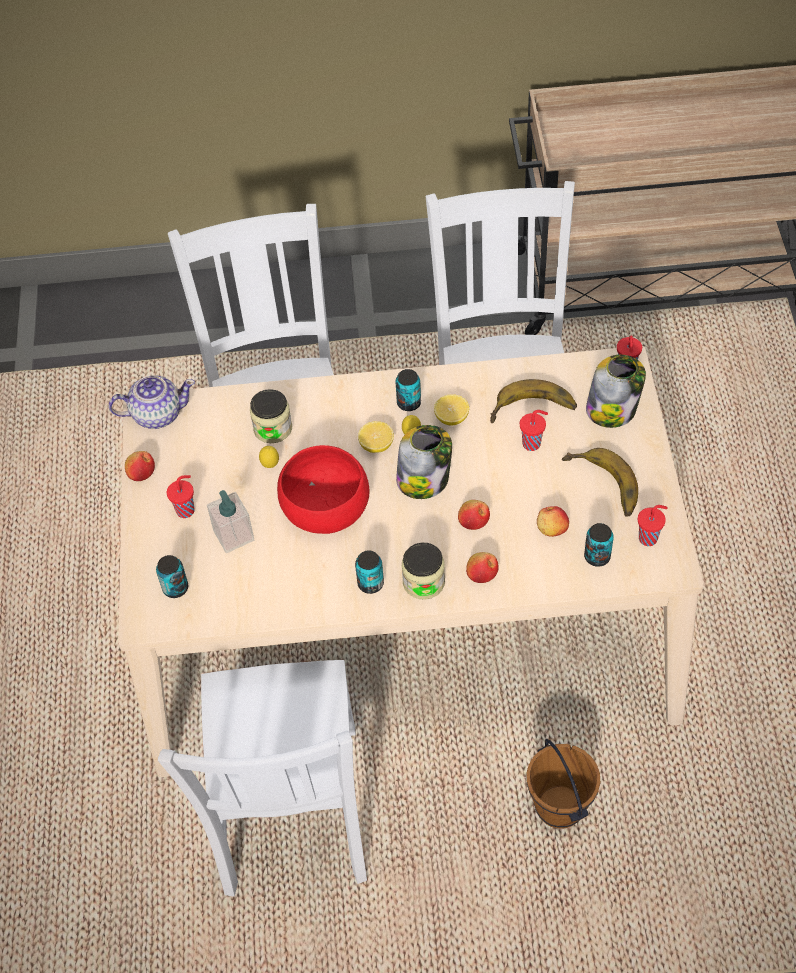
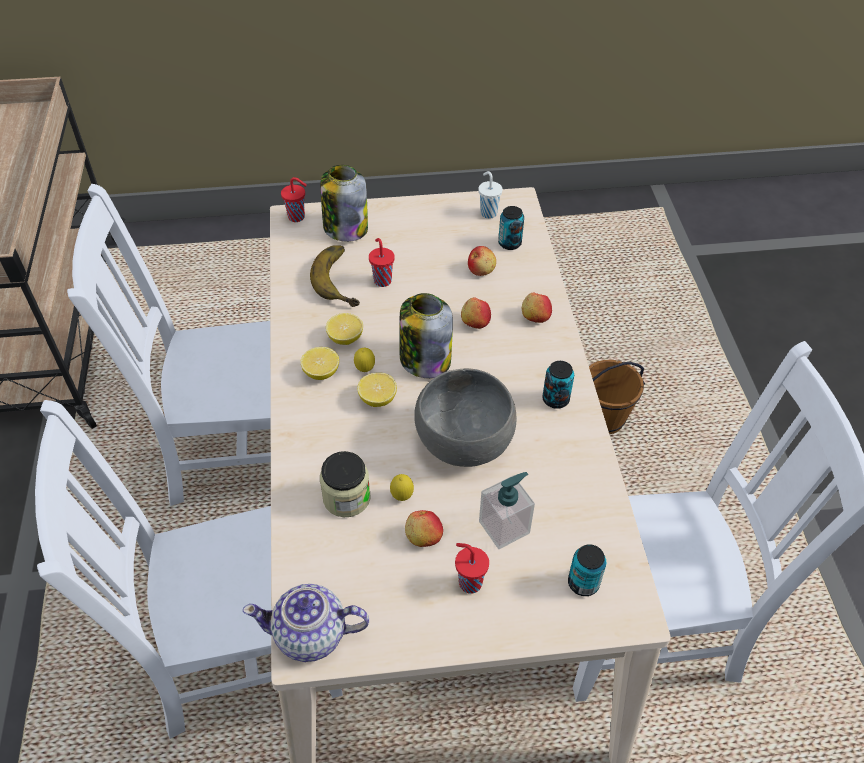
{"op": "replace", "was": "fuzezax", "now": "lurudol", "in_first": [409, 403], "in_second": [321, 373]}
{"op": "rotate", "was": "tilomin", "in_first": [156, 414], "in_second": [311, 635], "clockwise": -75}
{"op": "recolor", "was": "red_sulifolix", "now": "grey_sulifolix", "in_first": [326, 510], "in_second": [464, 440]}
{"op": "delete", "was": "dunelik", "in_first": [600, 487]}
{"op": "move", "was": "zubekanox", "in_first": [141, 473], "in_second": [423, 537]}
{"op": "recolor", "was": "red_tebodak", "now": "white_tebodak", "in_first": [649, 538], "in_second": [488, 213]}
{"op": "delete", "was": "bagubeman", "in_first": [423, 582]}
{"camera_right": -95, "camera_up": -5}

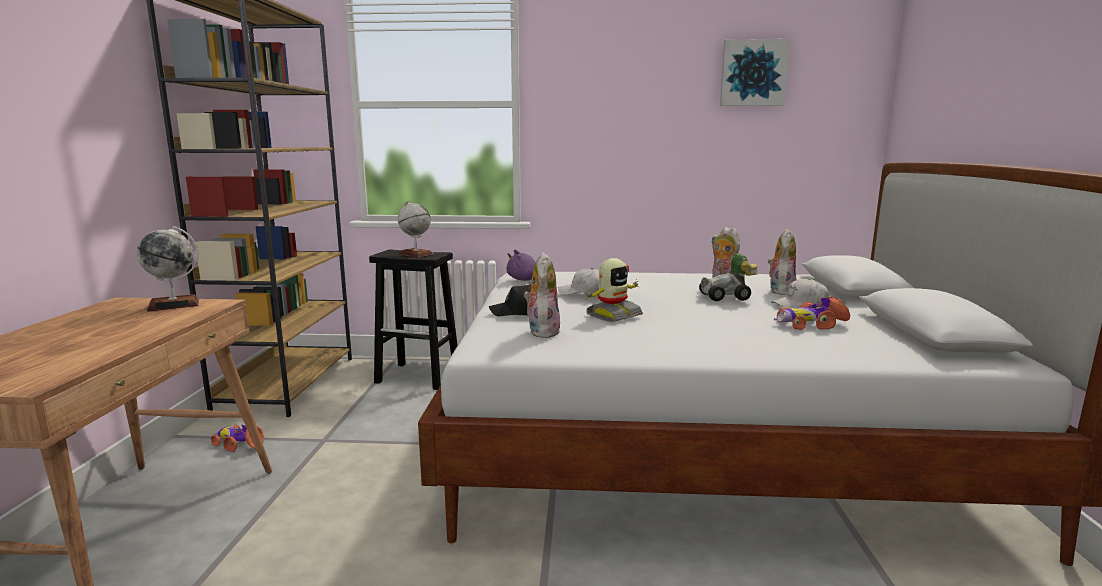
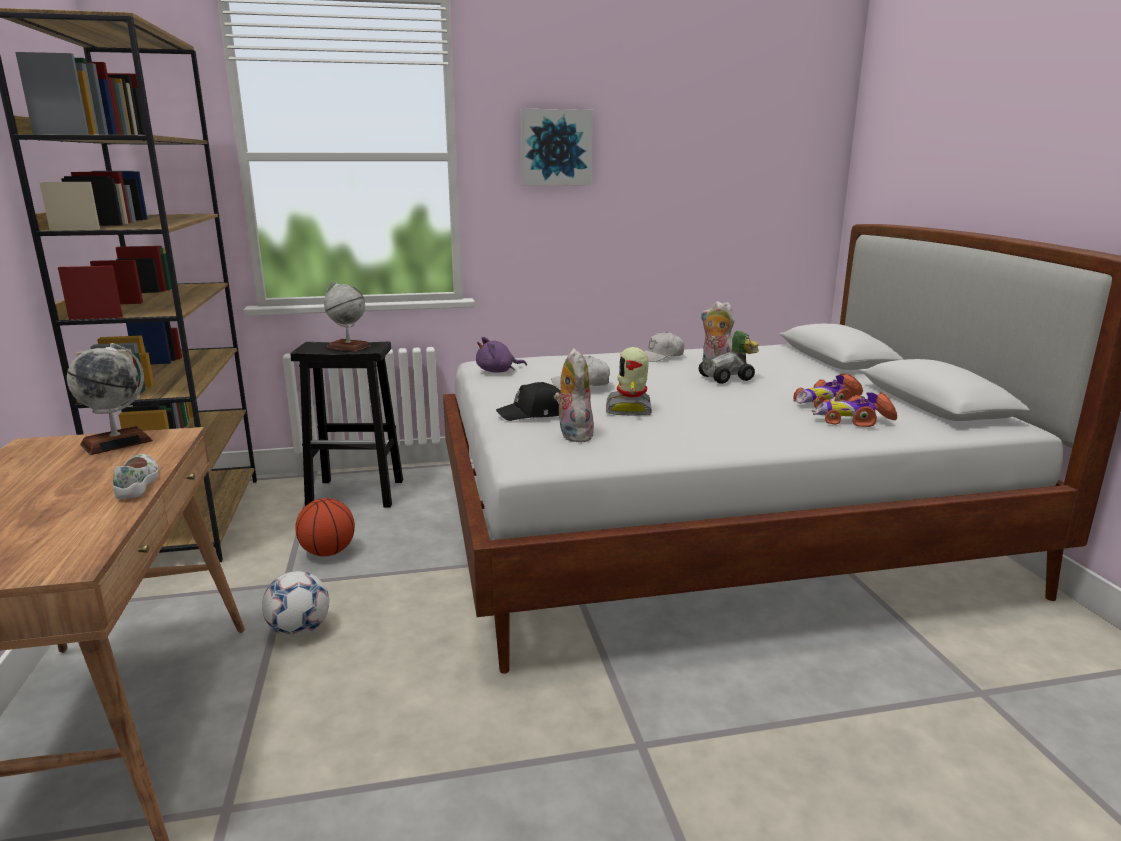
{"op": "move", "was": "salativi", "in_first": [753, 73], "in_second": [555, 147]}
{"op": "delete", "was": "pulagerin", "in_first": [780, 291]}
{"op": "rotate", "was": "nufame", "in_first": [613, 315], "in_second": [630, 408], "clockwise": 150}
{"op": "move", "was": "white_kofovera", "in_first": [800, 305], "in_second": [660, 357]}
{"op": "move", "was": "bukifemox", "in_first": [239, 443], "in_second": [852, 420]}
{"op": "insert", "now": "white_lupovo", "in_second": [138, 483]}
{"op": "insert", "now": "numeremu", "in_second": [328, 552]}
{"op": "insert", "now": "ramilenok", "in_second": [299, 630]}
{"camera_right": -15, "camera_up": 5}

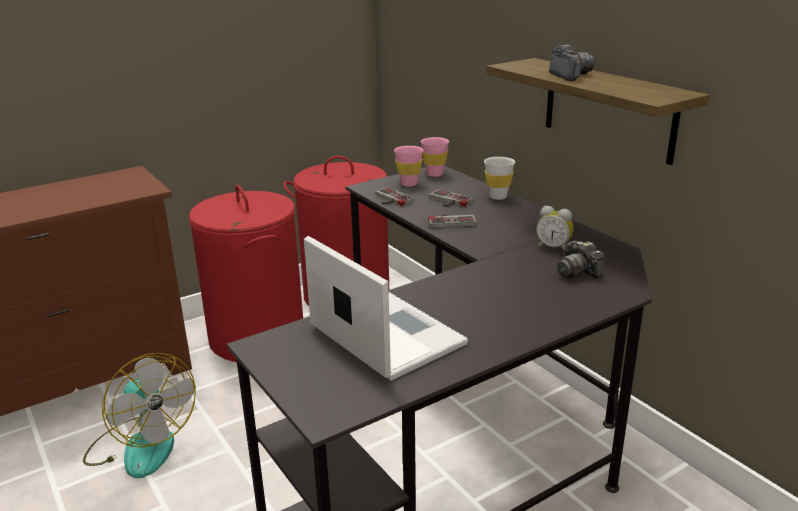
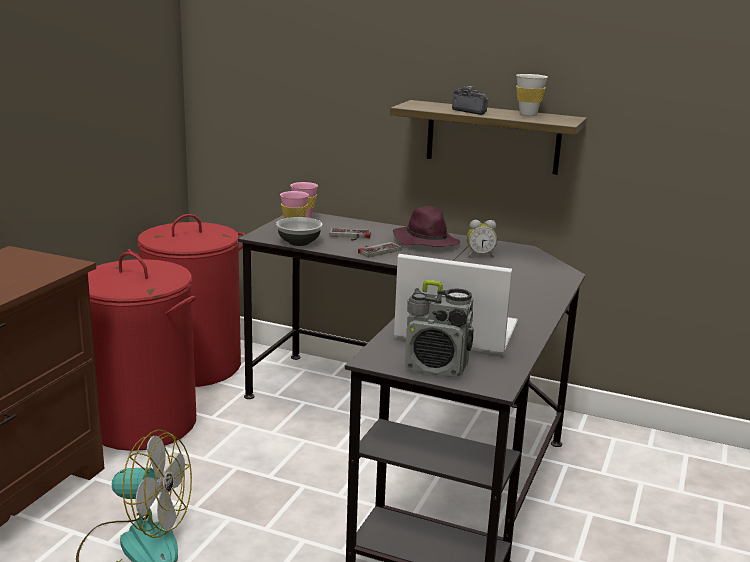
{"op": "move", "was": "white_tebodak", "in_first": [498, 197], "in_second": [528, 114]}
{"op": "replace", "was": "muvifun", "now": "sulifolix", "in_first": [390, 199], "in_second": [298, 242]}
{"op": "delete", "was": "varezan", "in_first": [577, 272]}
{"op": "insert", "now": "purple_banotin", "in_second": [425, 241]}
{"op": "insert", "now": "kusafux", "in_second": [436, 367]}
{"camera_right": -35, "camera_up": -5}

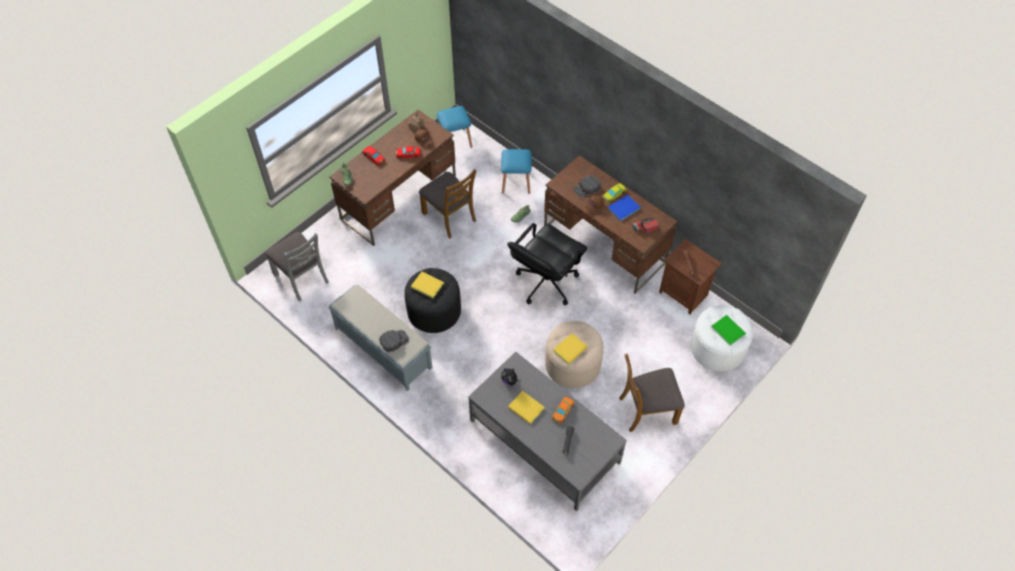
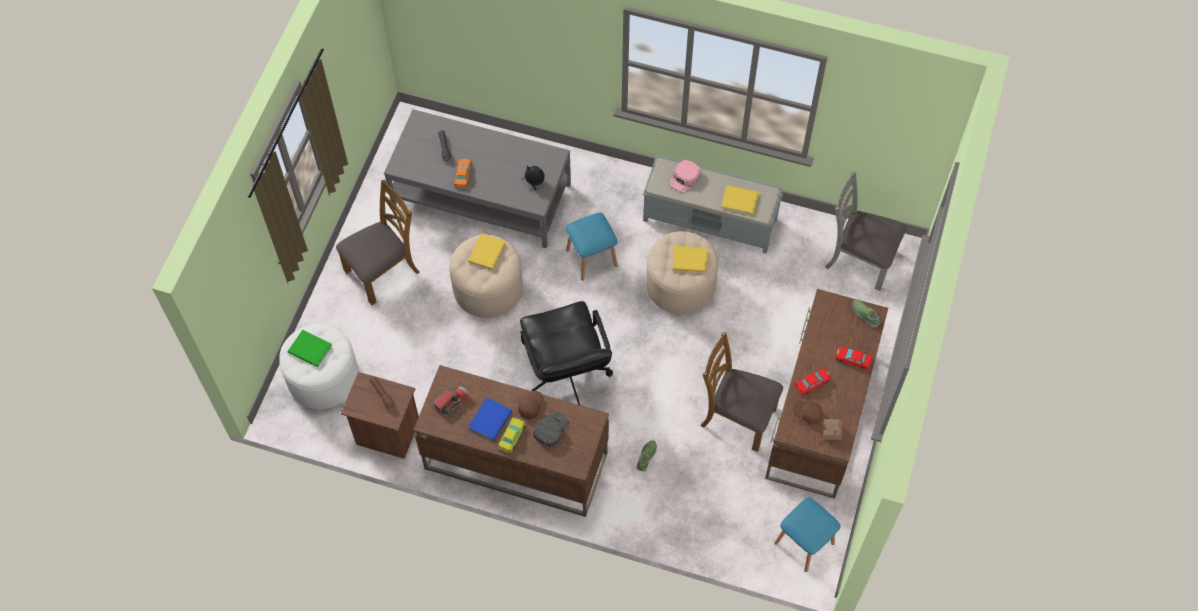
{"op": "move", "was": "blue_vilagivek", "in_first": [516, 182], "in_second": [591, 258]}
{"op": "rotate", "was": "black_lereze", "in_first": [545, 282], "in_second": [567, 376], "clockwise": 150}
{"op": "recolor", "was": "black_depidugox", "now": "beige_depidugox", "in_first": [434, 310], "in_second": [680, 285]}
{"op": "recolor", "was": "black_kofovera", "now": "pink_kofovera", "in_first": [394, 340], "in_second": [684, 178]}
{"op": "move", "was": "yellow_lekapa", "in_first": [526, 409], "in_second": [738, 199]}
{"camera_right": 155, "camera_up": 5}

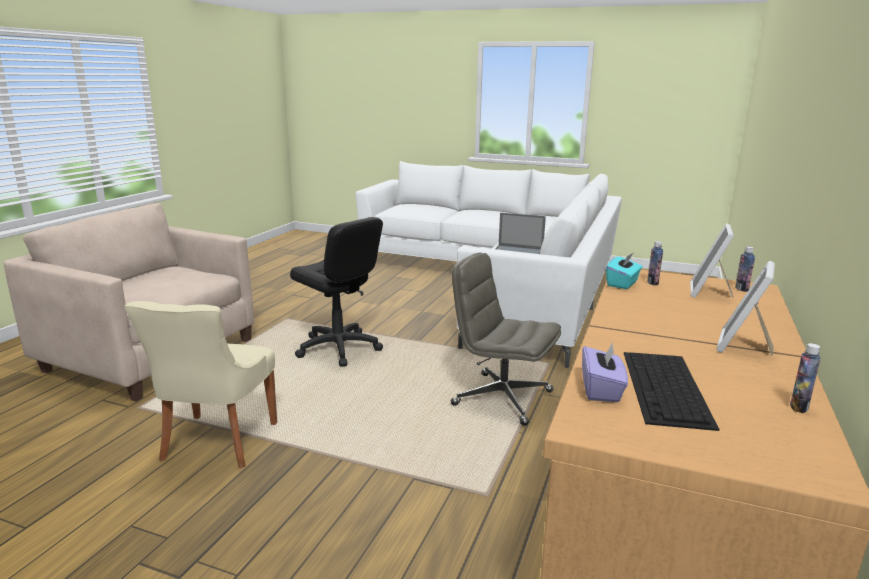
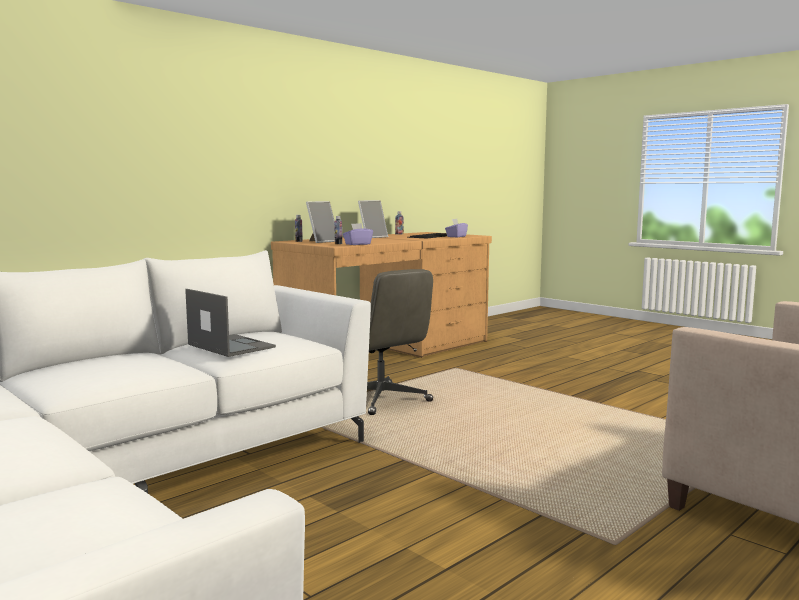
{"op": "delete", "was": "black_lereze", "in_first": [338, 348]}
{"op": "recolor", "was": "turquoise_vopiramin", "now": "purple_vopiramin", "in_first": [622, 284], "in_second": [357, 244]}
{"op": "delete", "was": "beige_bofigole", "in_first": [217, 443]}
{"camera_right": -155, "camera_up": -10}

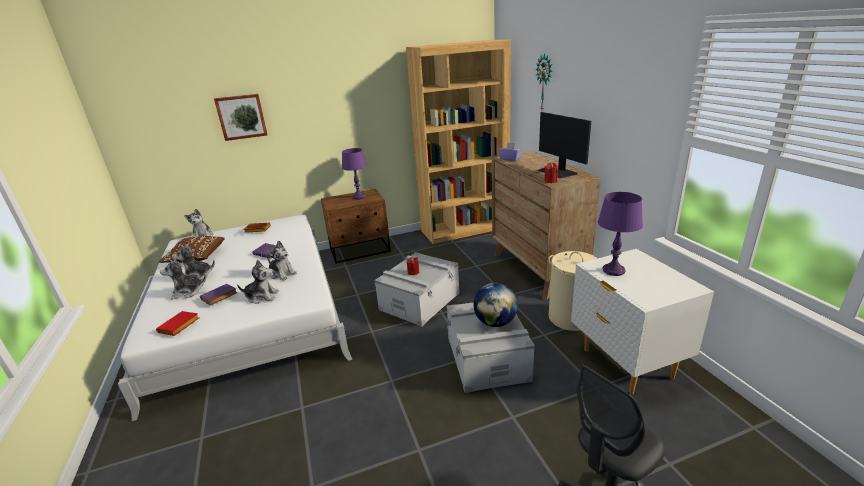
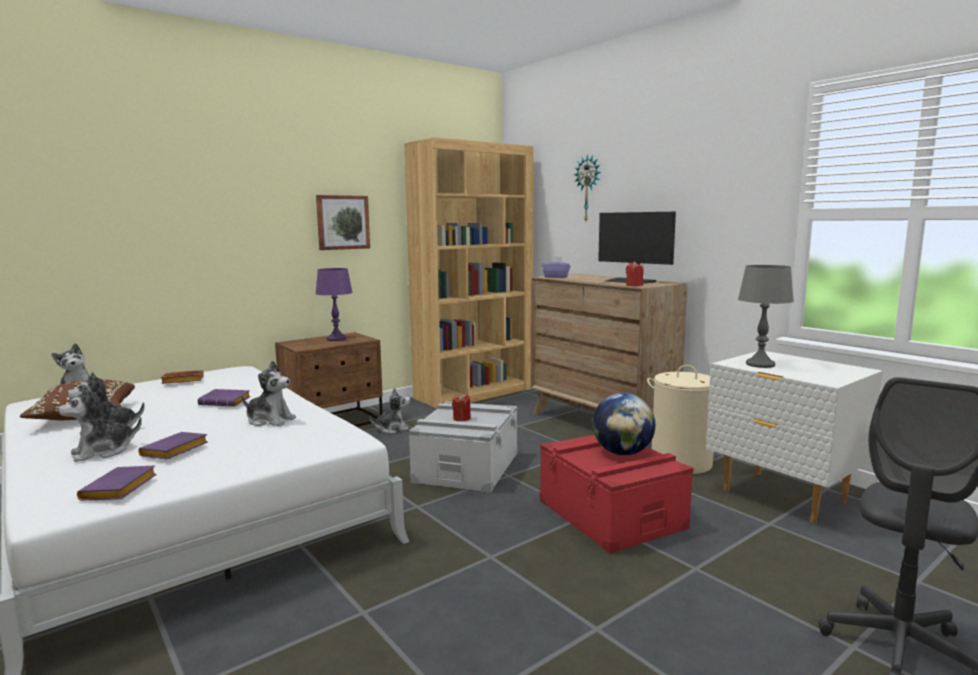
{"op": "move", "was": "salativi", "in_first": [241, 117], "in_second": [342, 222]}
{"op": "recolor", "was": "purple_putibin", "now": "grey_putibin", "in_first": [613, 270], "in_second": [760, 364]}
{"op": "move", "was": "pulagerin", "in_first": [262, 296], "in_second": [392, 429]}
{"op": "recolor", "was": "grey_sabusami", "now": "red_sabusami", "in_first": [487, 359], "in_second": [611, 514]}
{"op": "recolor", "was": "red_lekapa", "now": "purple_lekapa", "in_first": [179, 327], "in_second": [120, 490]}
{"camera_right": -20, "camera_up": -15}

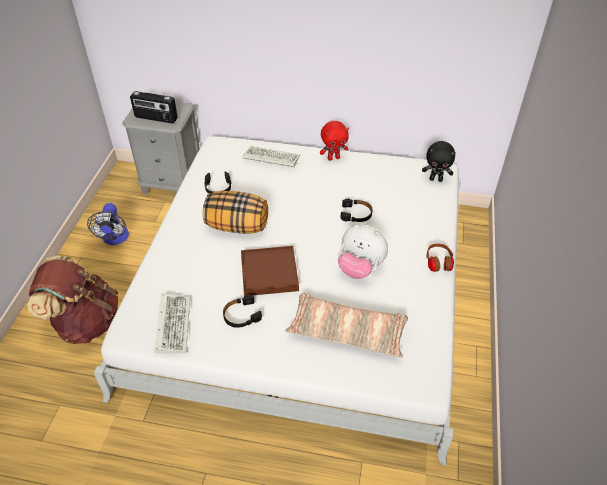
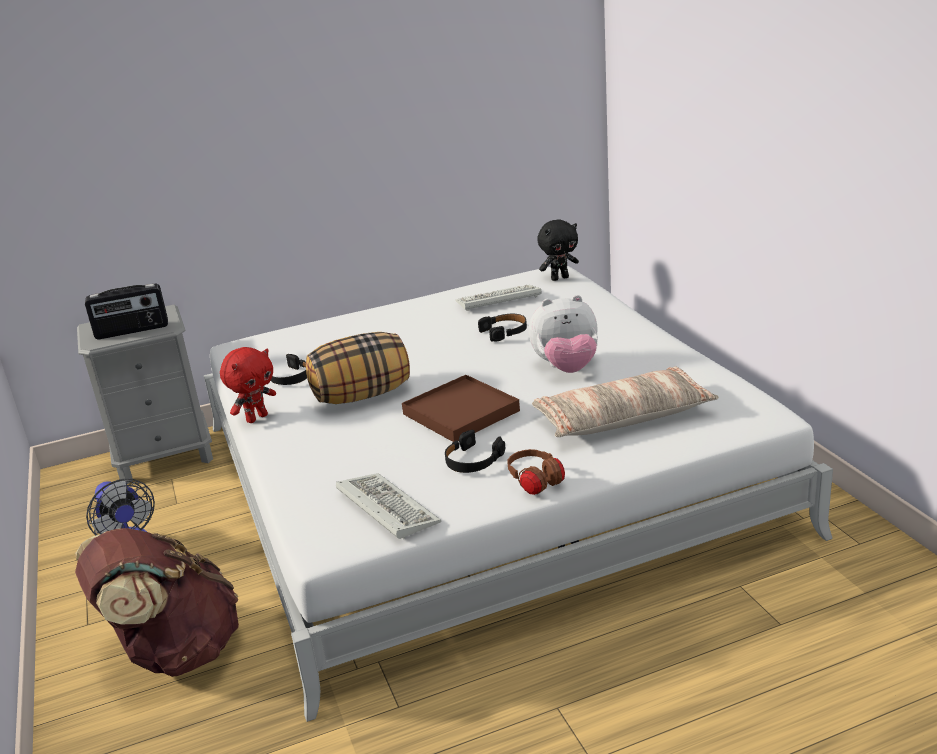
{"op": "move", "was": "red_pulagerin", "in_first": [333, 158], "in_second": [256, 418]}
{"op": "move", "was": "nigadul", "in_first": [270, 158], "in_second": [497, 301]}
{"op": "move", "was": "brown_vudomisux", "in_first": [438, 264], "in_second": [535, 483]}
{"camera_right": -30, "camera_up": -20}

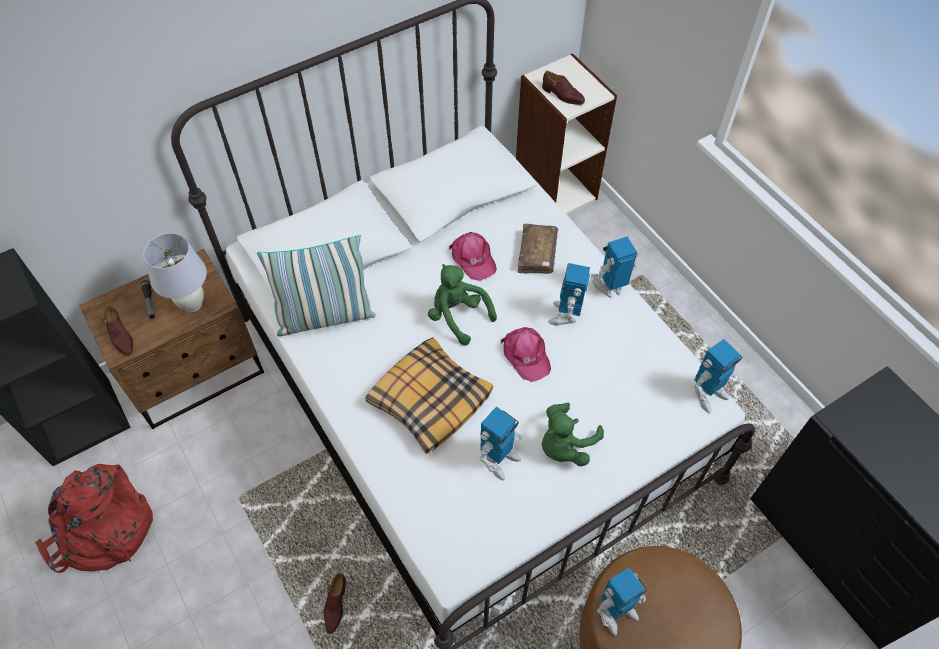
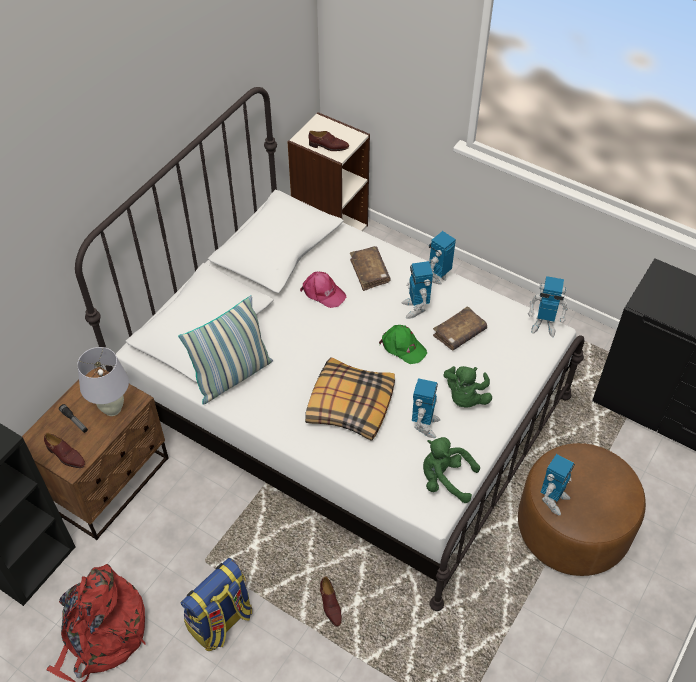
{"op": "move", "was": "green_pulagerin", "in_first": [458, 316], "in_second": [445, 479]}
{"op": "recolor", "was": "pink_kofovera", "now": "green_kofovera", "in_first": [526, 355], "in_second": [402, 347]}
{"op": "rotate", "was": "nufame", "in_first": [707, 394], "in_second": [544, 325], "clockwise": 75}
{"op": "insert", "now": "brown_lekapa", "in_second": [459, 333]}
{"op": "insert", "now": "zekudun", "in_second": [221, 622]}
{"camera_right": -25, "camera_up": -5}

